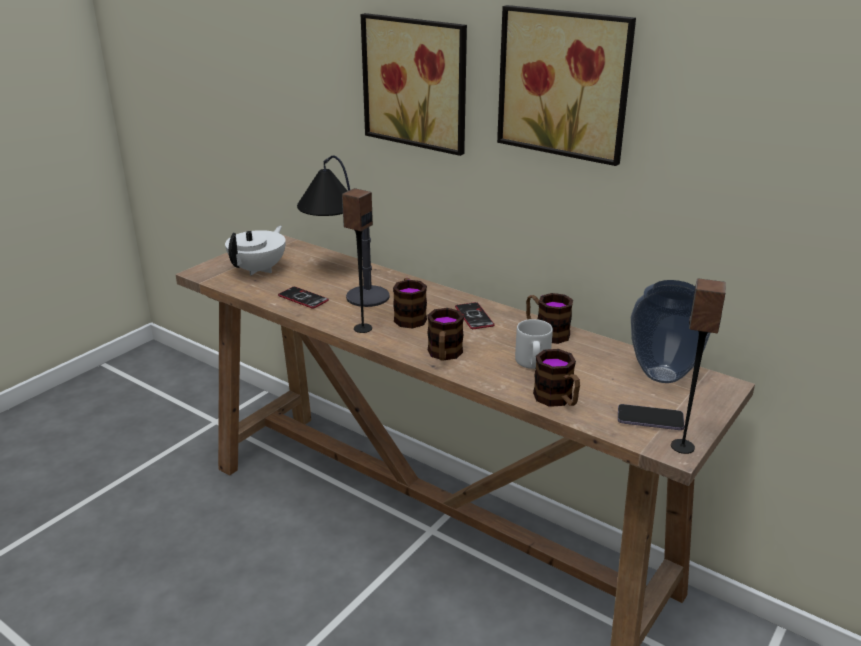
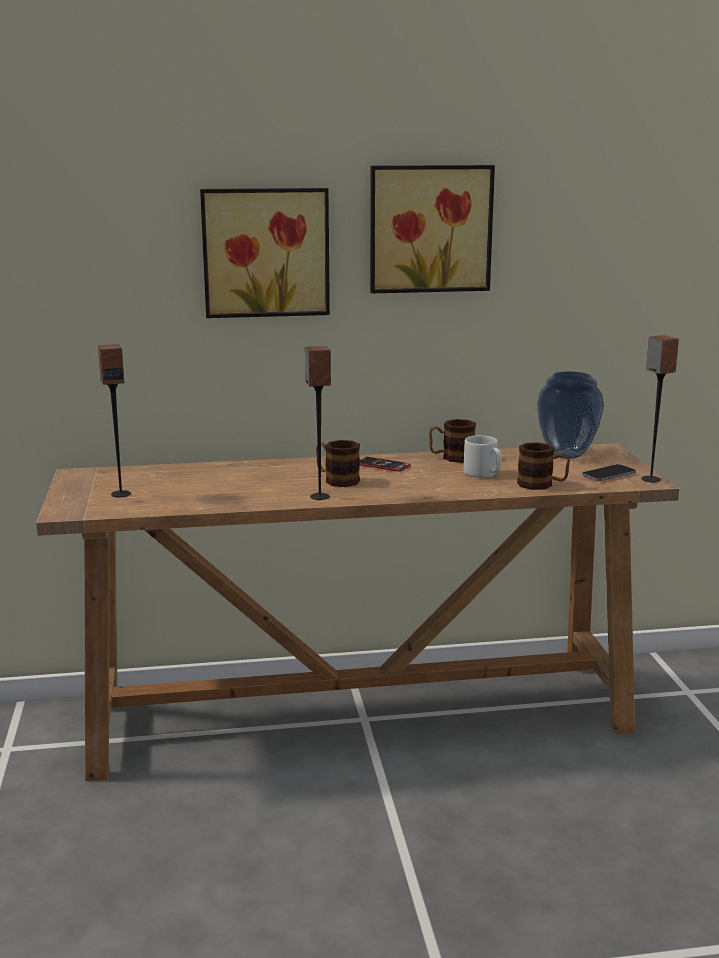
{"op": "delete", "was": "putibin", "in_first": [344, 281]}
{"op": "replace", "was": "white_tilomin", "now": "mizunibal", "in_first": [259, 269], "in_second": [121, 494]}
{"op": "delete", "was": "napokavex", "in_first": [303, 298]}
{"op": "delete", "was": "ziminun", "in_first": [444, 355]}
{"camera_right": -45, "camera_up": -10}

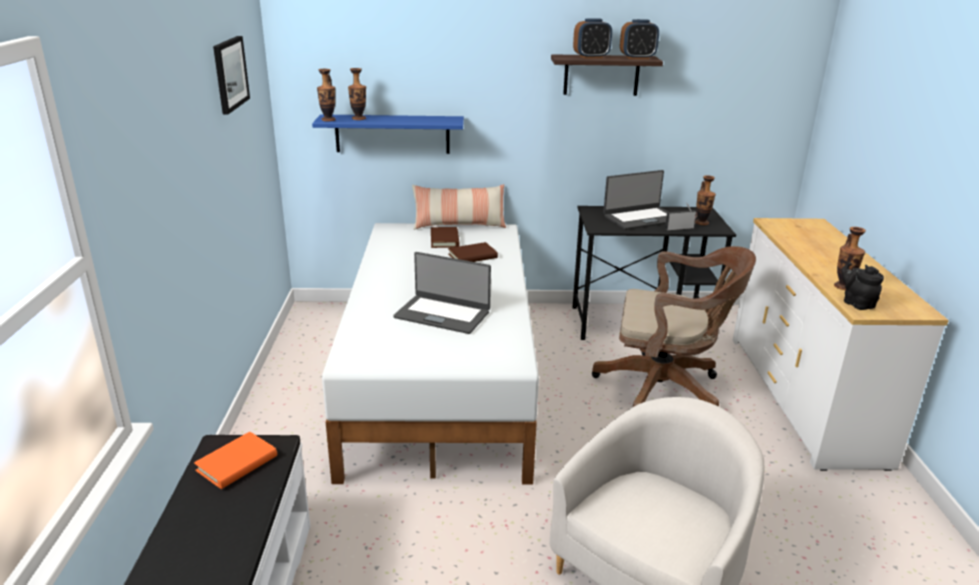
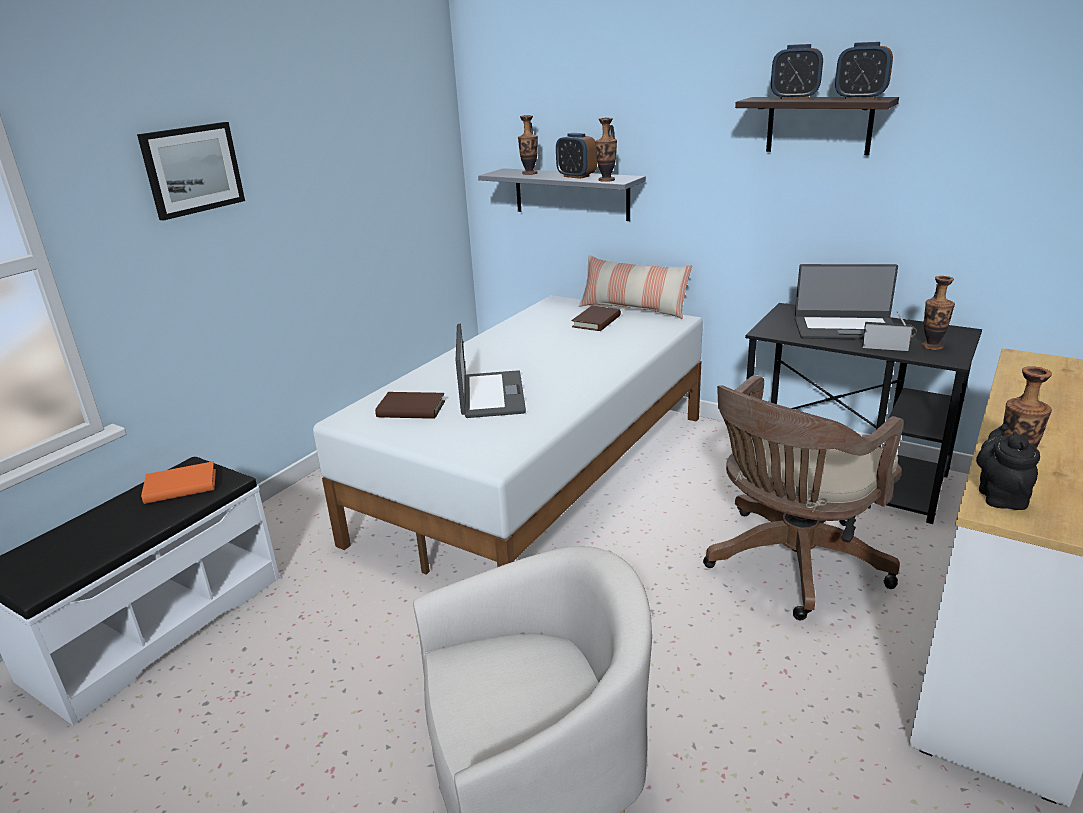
{"op": "move", "was": "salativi", "in_first": [230, 74], "in_second": [192, 169]}
{"op": "move", "was": "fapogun", "in_first": [328, 120], "in_second": [606, 180]}
{"op": "recolor", "was": "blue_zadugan", "now": "grey_zadugan", "in_first": [392, 134], "in_second": [571, 194]}
{"op": "move", "was": "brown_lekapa", "in_first": [472, 256], "in_second": [411, 409]}
{"op": "rotate", "was": "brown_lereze", "in_first": [665, 389], "in_second": [790, 565], "clockwise": 90}
{"op": "rotate", "was": "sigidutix", "in_first": [442, 314], "in_second": [490, 395], "clockwise": -150}
{"op": "insert", "now": "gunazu", "in_second": [576, 176]}
{"camera_right": 35, "camera_up": 0}

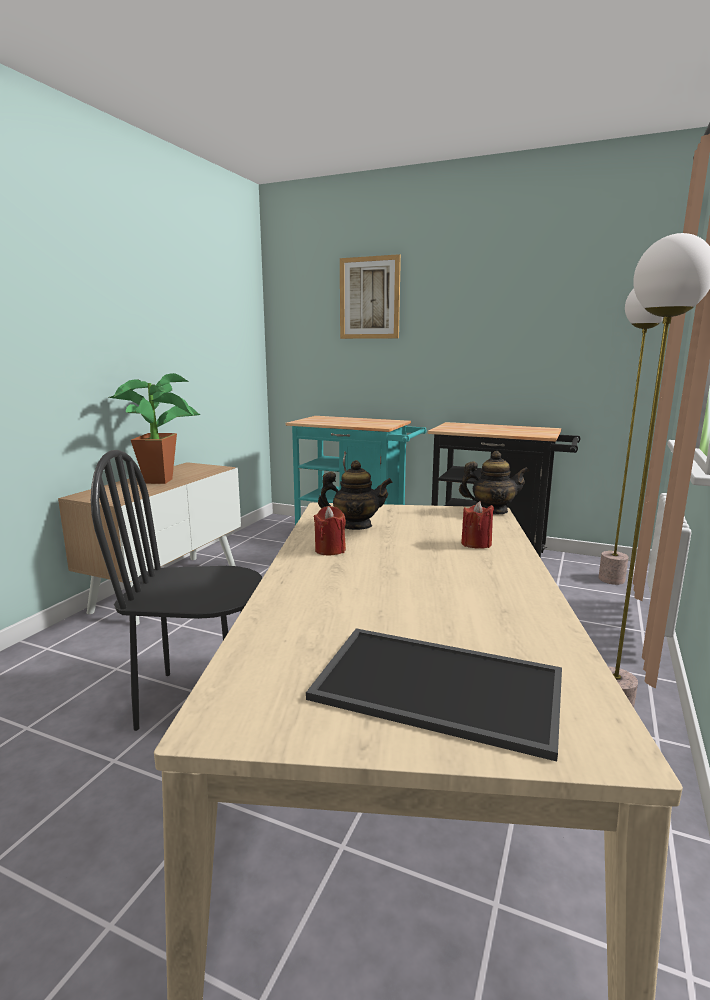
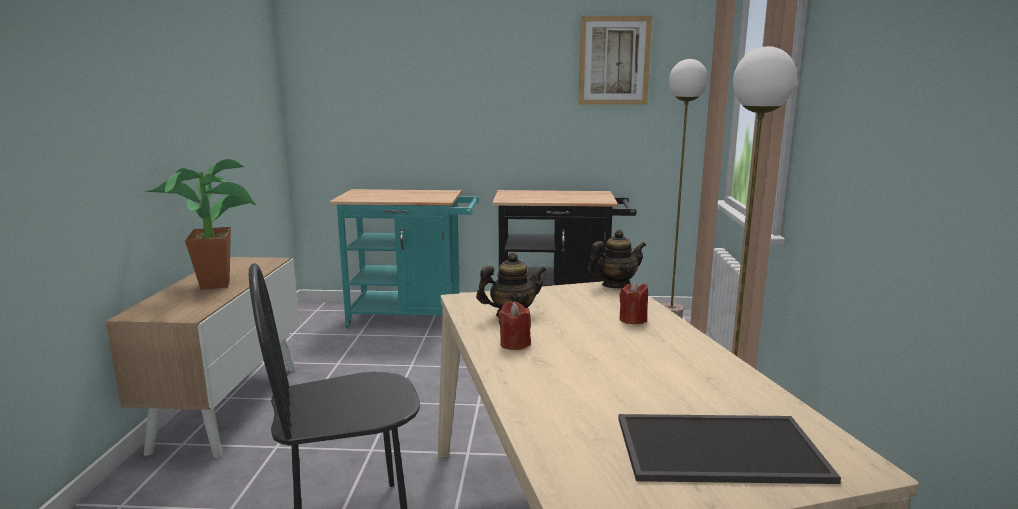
{"op": "move", "was": "salativi", "in_first": [369, 298], "in_second": [614, 61]}
{"camera_right": -20, "camera_up": 0}

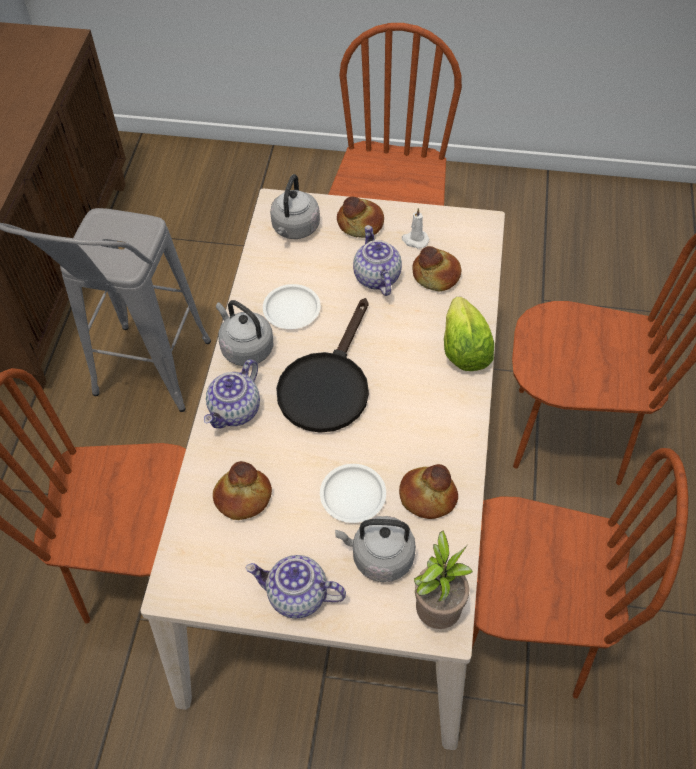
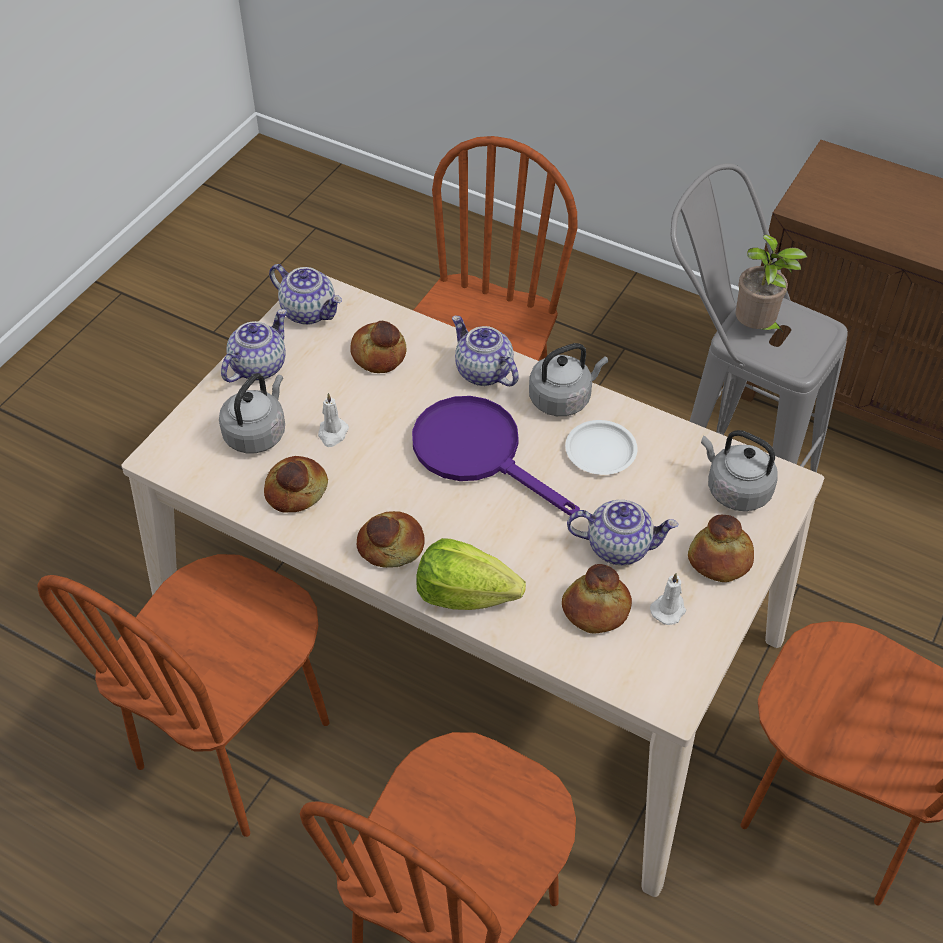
{"op": "recolor", "was": "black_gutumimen", "now": "purple_gutumimen", "in_first": [327, 384], "in_second": [478, 452]}
{"op": "replace", "was": "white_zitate", "now": "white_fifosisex", "in_first": [353, 496], "in_second": [332, 434]}
{"op": "move", "was": "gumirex", "in_first": [437, 611], "in_second": [756, 329]}
{"op": "insert", "now": "tilomin", "in_second": [309, 311]}
{"op": "insert", "now": "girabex", "in_second": [391, 547]}
{"camera_right": 110, "camera_up": -5}

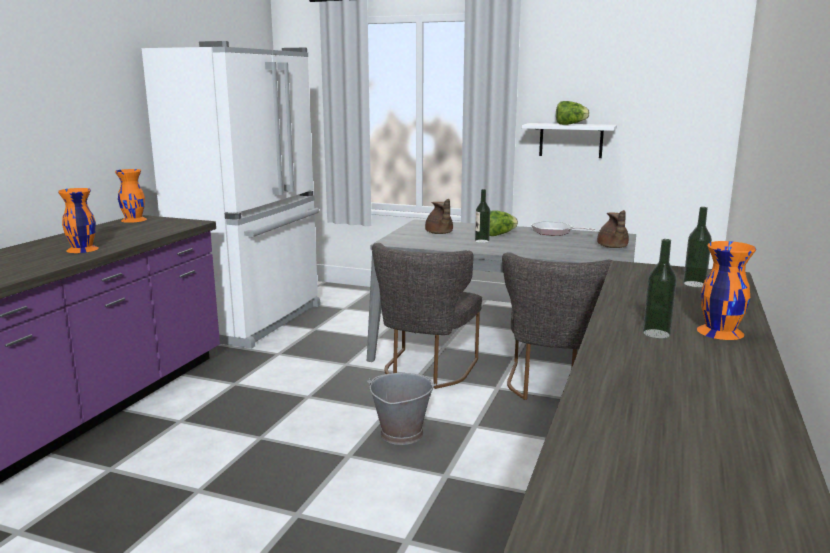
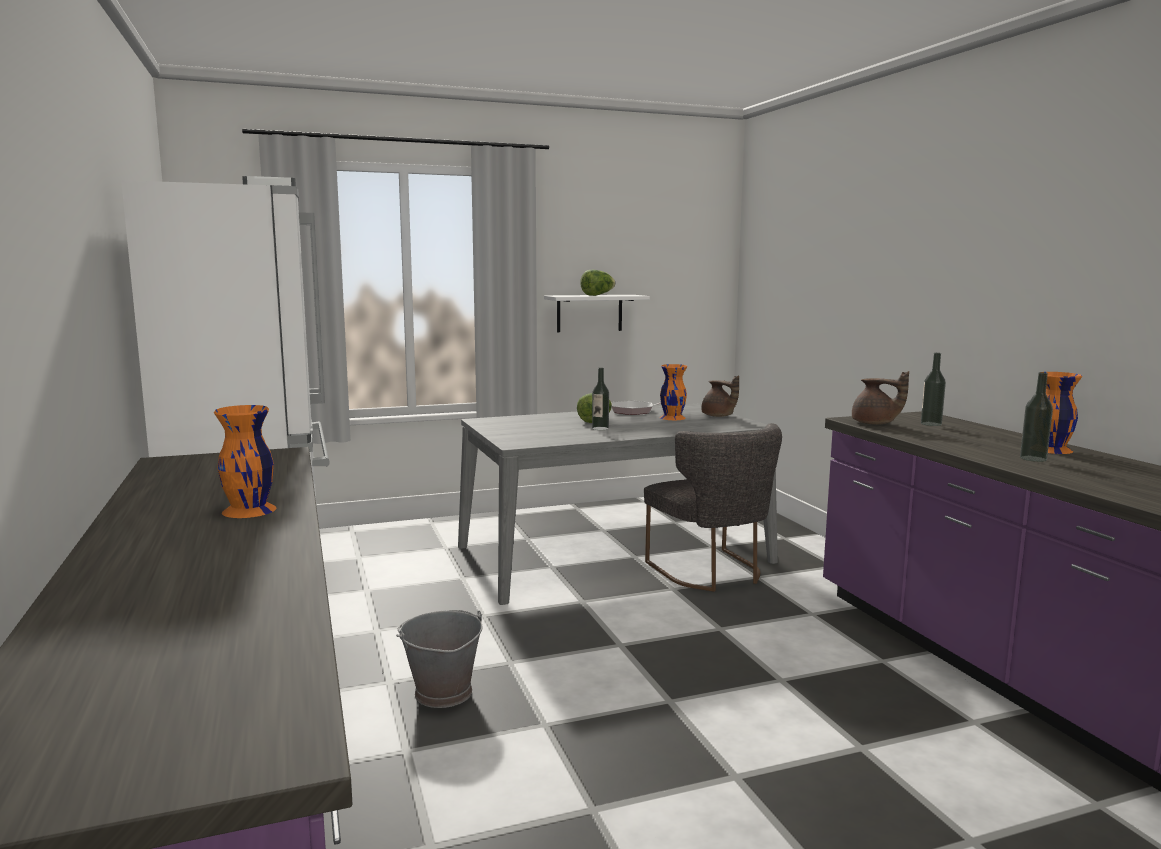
{"op": "move", "was": "orange_fapogun", "in_first": [134, 220], "in_second": [672, 417]}
{"op": "move", "was": "brown_tilomin", "in_first": [439, 233], "in_second": [874, 423]}
{"op": "delete", "was": "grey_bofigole", "in_first": [426, 371]}
{"op": "move", "was": "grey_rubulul", "in_first": [401, 433], "in_second": [442, 693]}
{"camera_right": -40, "camera_up": -5}

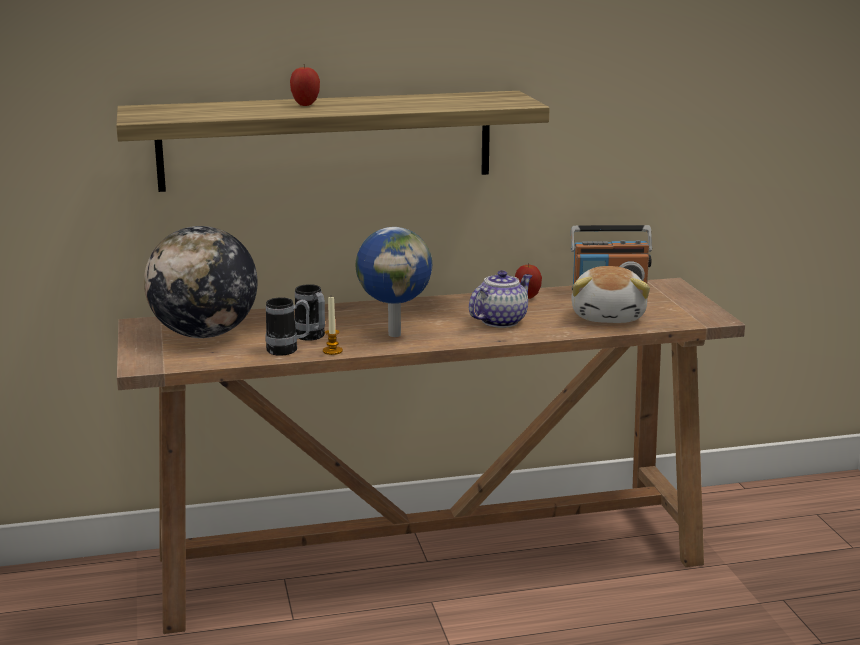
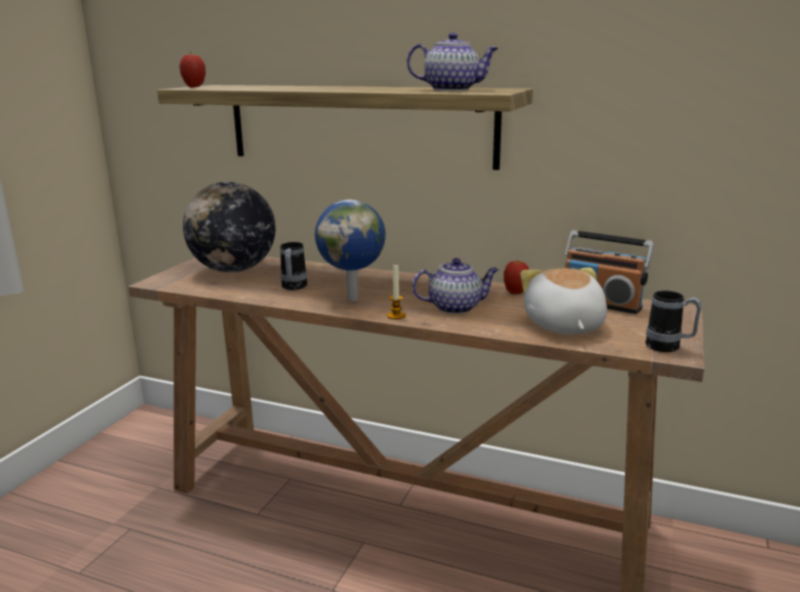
{"op": "move", "was": "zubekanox", "in_first": [305, 105], "in_second": [194, 87]}
{"op": "rotate", "was": "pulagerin", "in_first": [609, 316], "in_second": [563, 325], "clockwise": 135}
{"op": "move", "was": "ziminun", "in_first": [288, 350], "in_second": [669, 347]}
{"op": "move", "was": "fifosisex", "in_first": [332, 351], "in_second": [396, 316]}
{"op": "insert", "now": "tilomin", "in_second": [453, 90]}
{"camera_right": 35, "camera_up": 0}

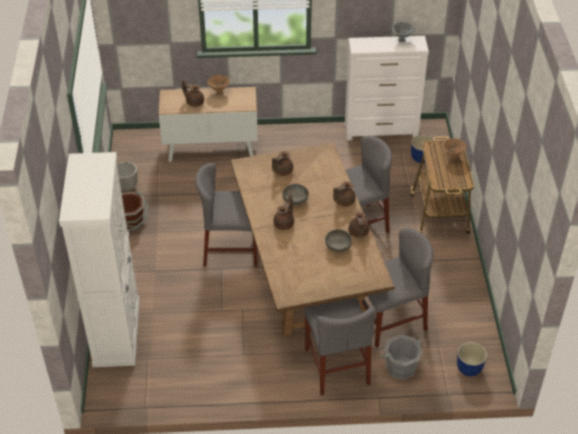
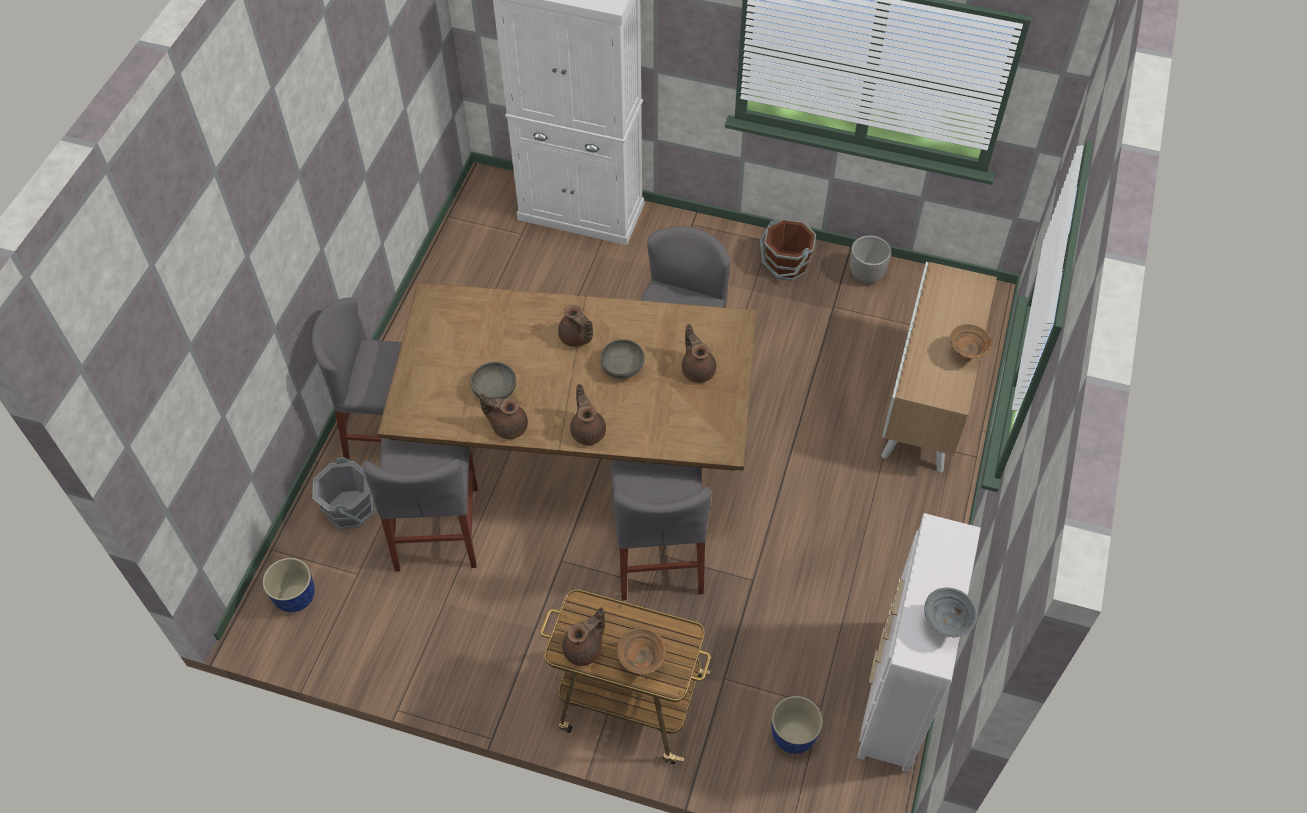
{"op": "move", "was": "brown_tilomin", "in_first": [194, 102], "in_second": [585, 648]}
{"camera_right": 110, "camera_up": 10}

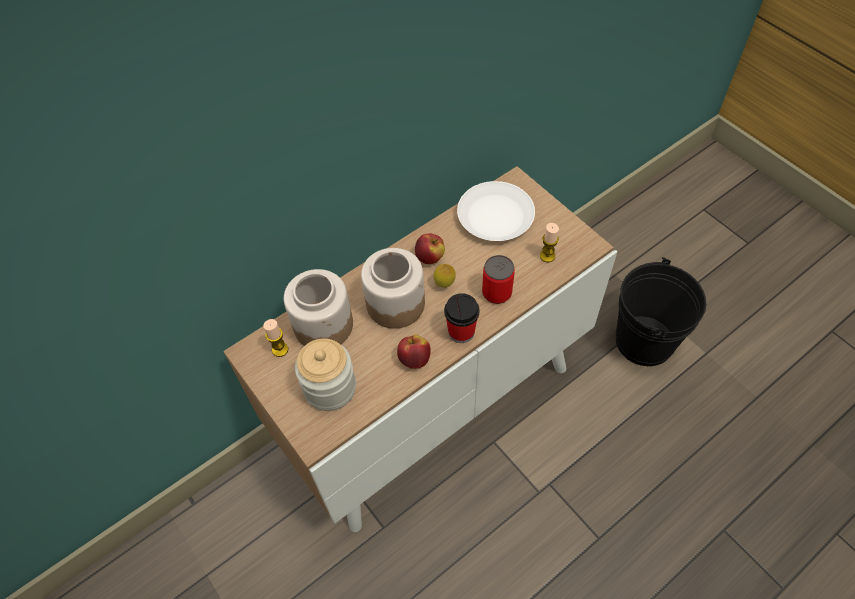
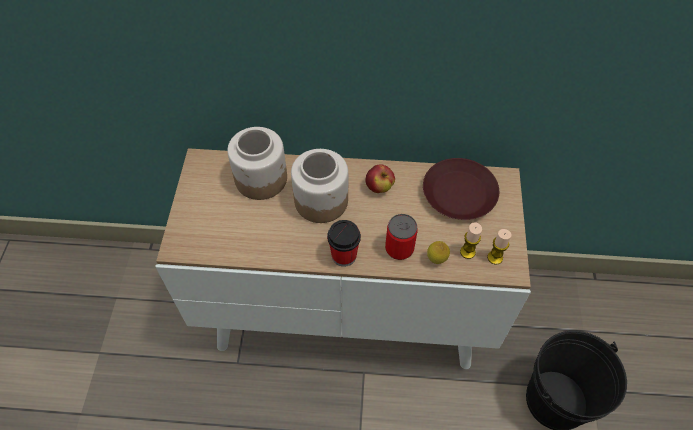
{"op": "recolor", "was": "white_zitate", "now": "brown_zitate", "in_first": [494, 217], "in_second": [458, 193]}
{"op": "move", "was": "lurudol", "in_first": [444, 285], "in_second": [436, 260]}
{"op": "move", "was": "fifosisex", "in_first": [280, 349], "in_second": [495, 257]}
{"op": "delete", "was": "zubekanox", "in_first": [414, 359]}
{"op": "delete", "was": "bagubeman", "in_first": [330, 388]}
{"camera_right": 40, "camera_up": 0}

